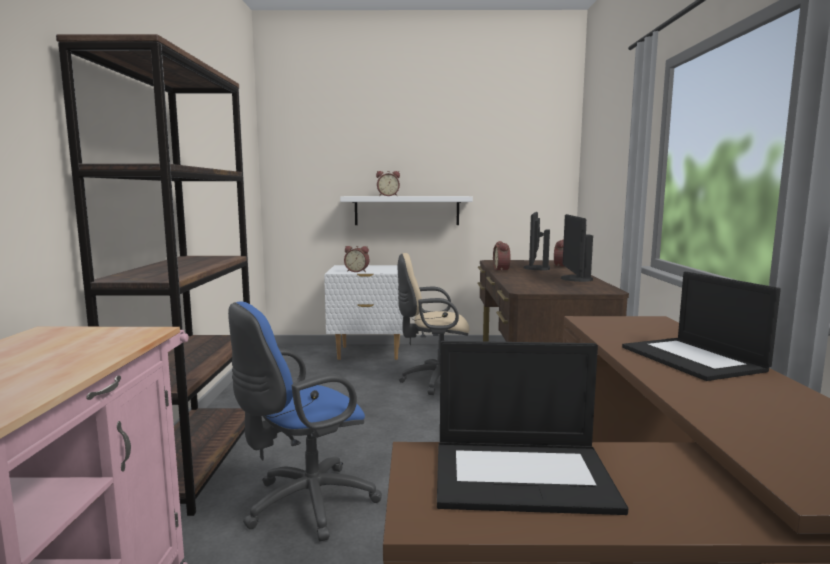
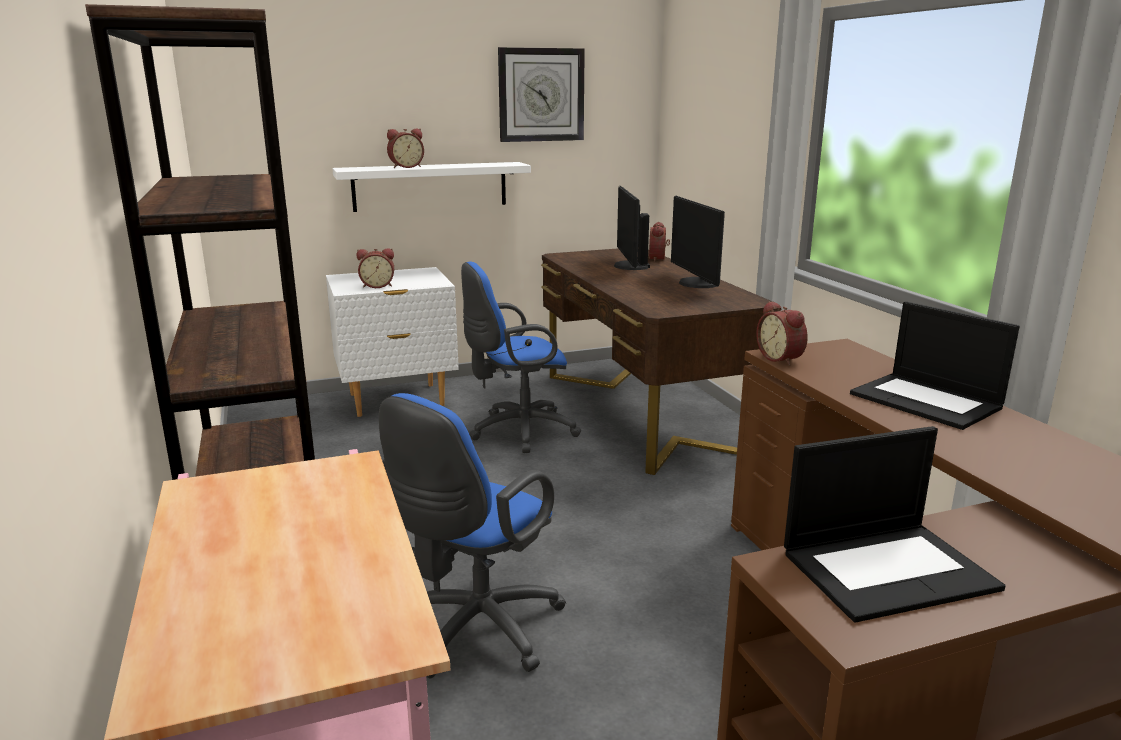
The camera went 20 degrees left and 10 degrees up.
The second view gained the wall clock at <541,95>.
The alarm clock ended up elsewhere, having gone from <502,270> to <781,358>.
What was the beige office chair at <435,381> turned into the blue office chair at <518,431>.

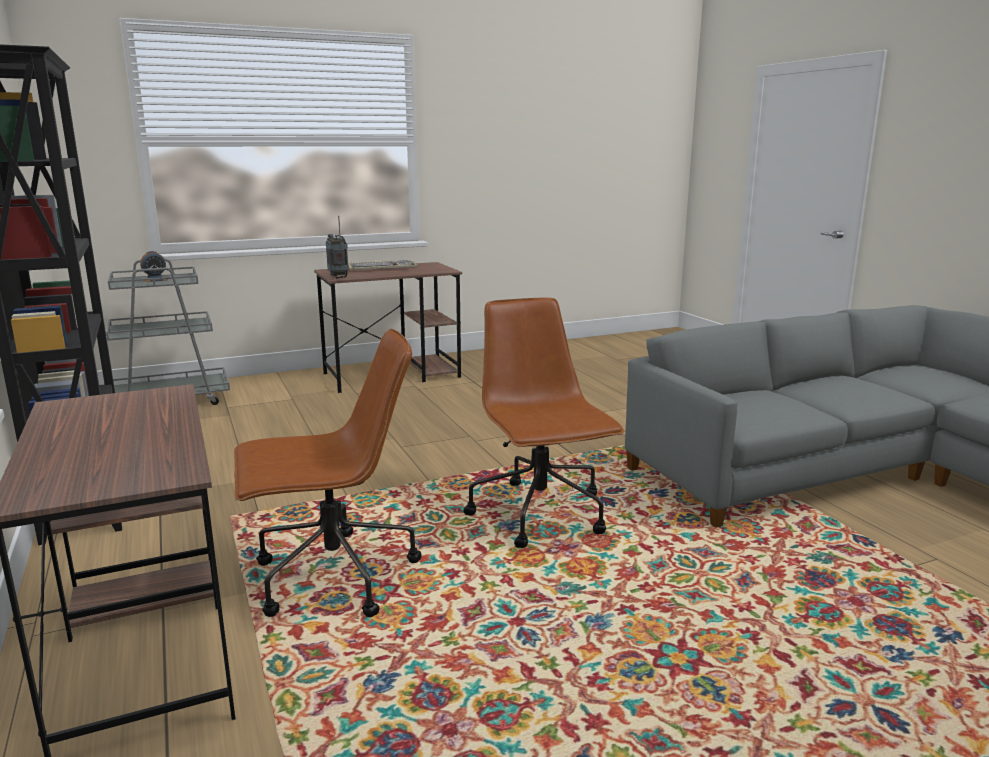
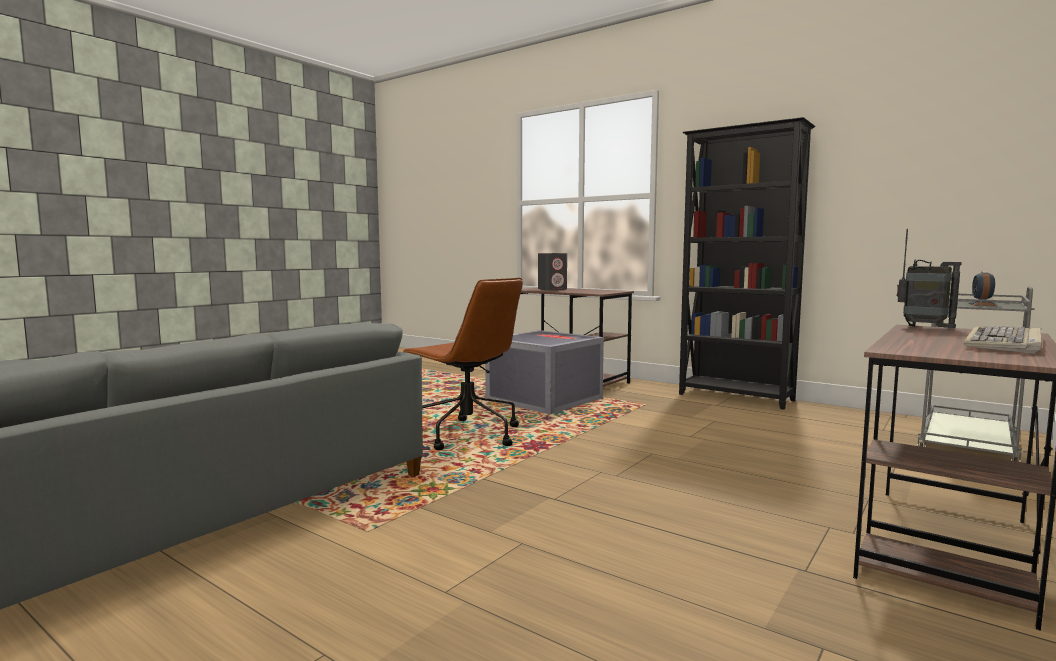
The camera went 150 degrees right and 10 degrees down.
The second view gained the grey speaker at <552,289>.
Where the brown office chair stood at <332,577>, the grey storage box came to stand at <542,400>.

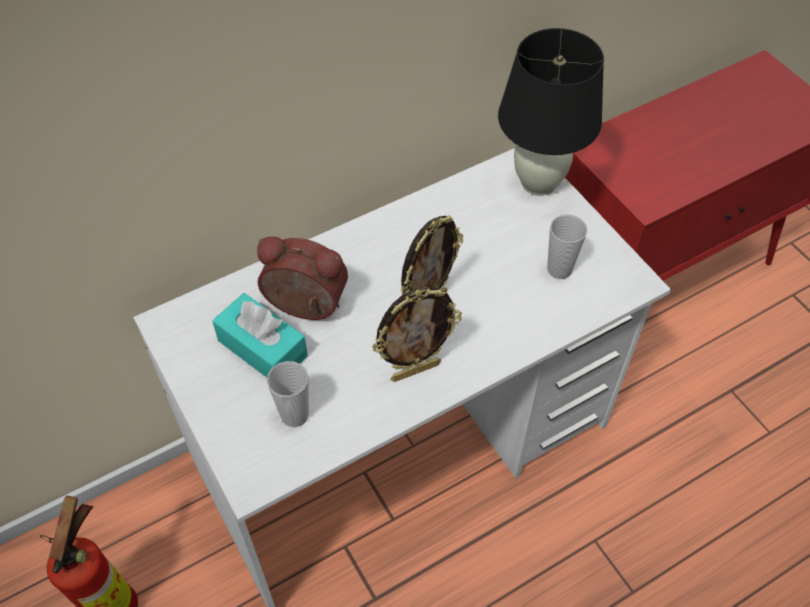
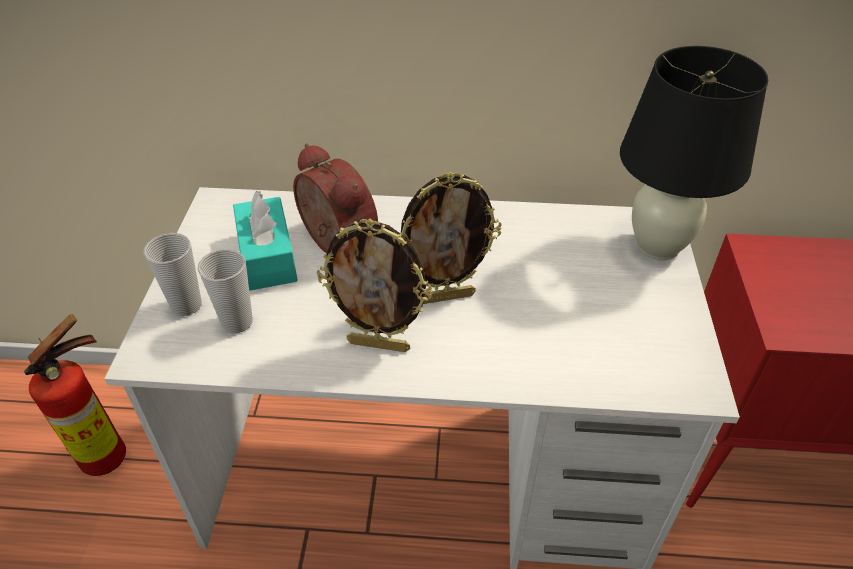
The camera went 35 degrees right and 10 degrees down.
The cup ended up elsewhere, having gone from <559,269> to <186,305>.

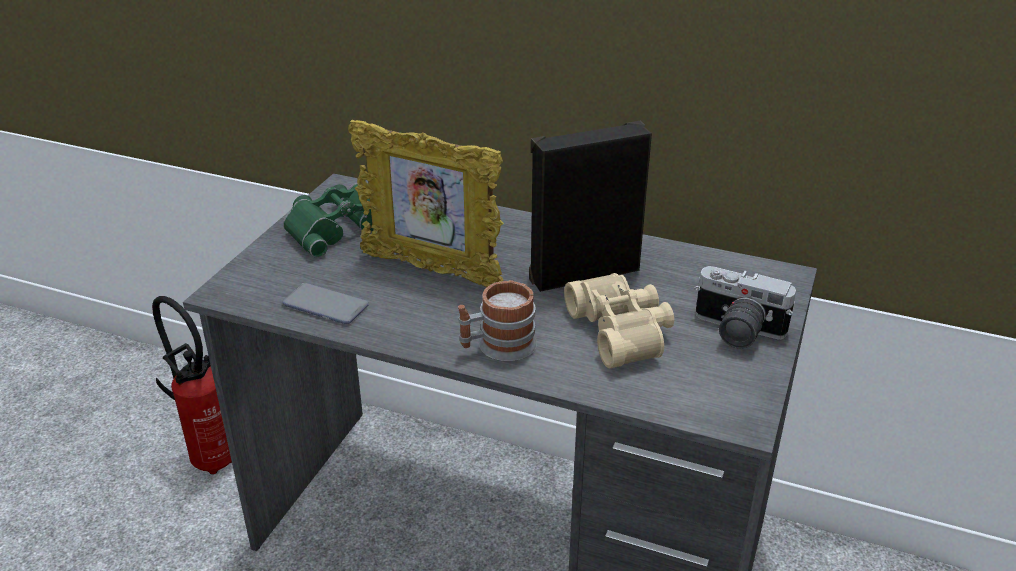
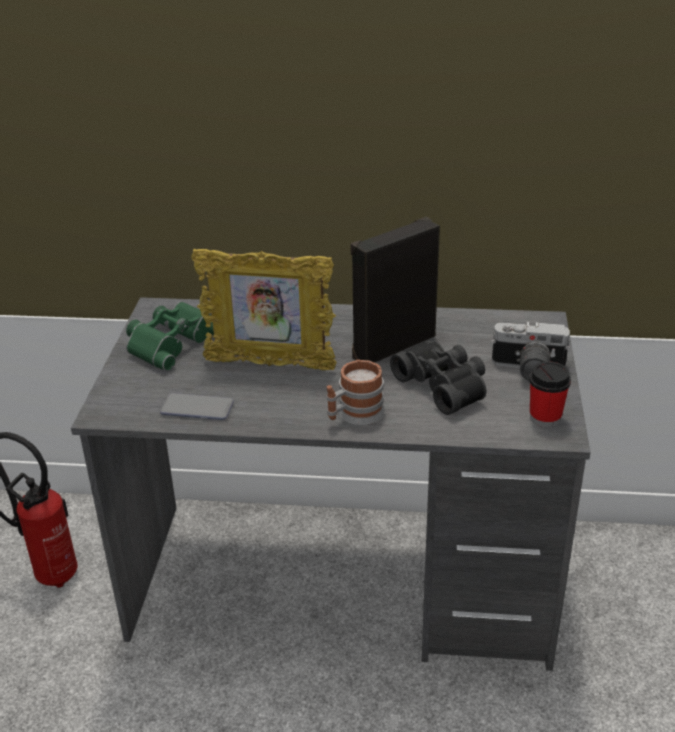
The camera went 15 degrees left and 0 degrees up.
The second view gained the cup at <545,417>.
What was the beige binoculars at <623,331> turned into the black binoculars at <444,385>.

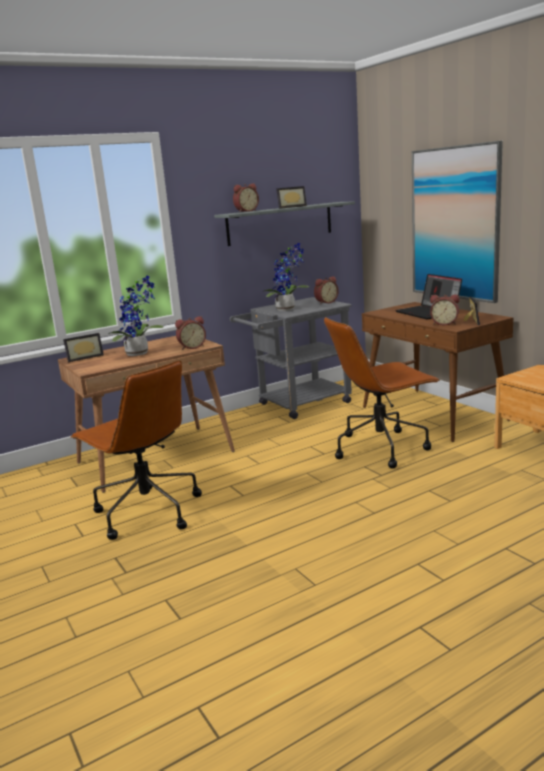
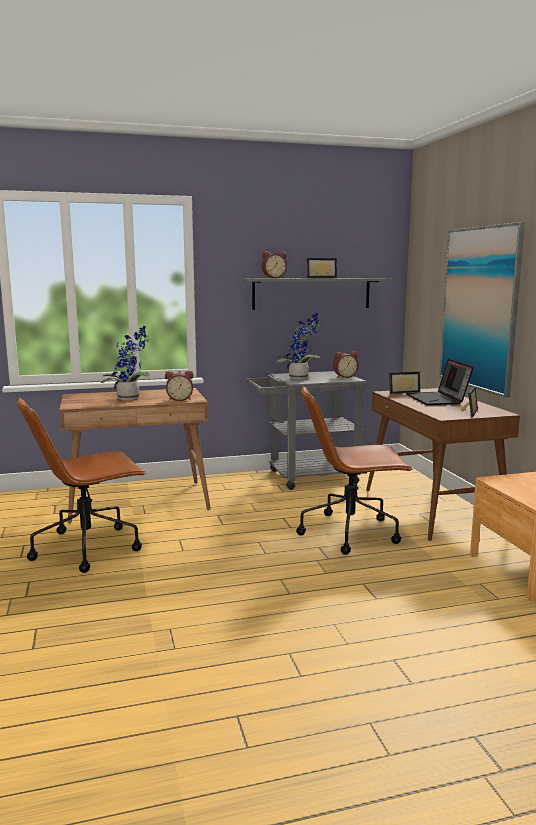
The camera went 15 degrees right and 5 degrees down.
The second view lost the alarm clock at <444,323>.
The picture frame ended up elsewhere, having gone from <84,357> to <402,392>.
The brown office chair at <146,512> ended up facing another way, 90 degrees clockwise from before.

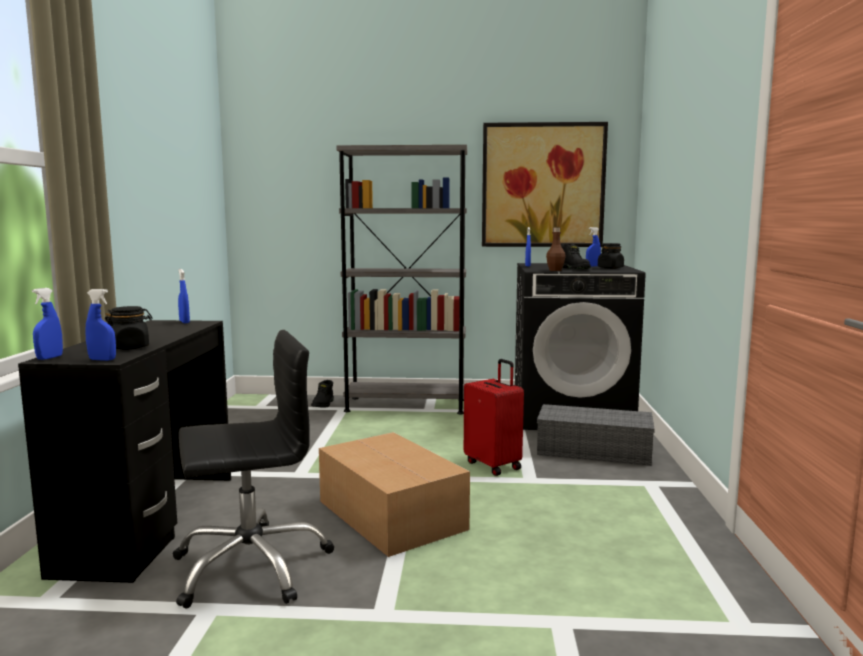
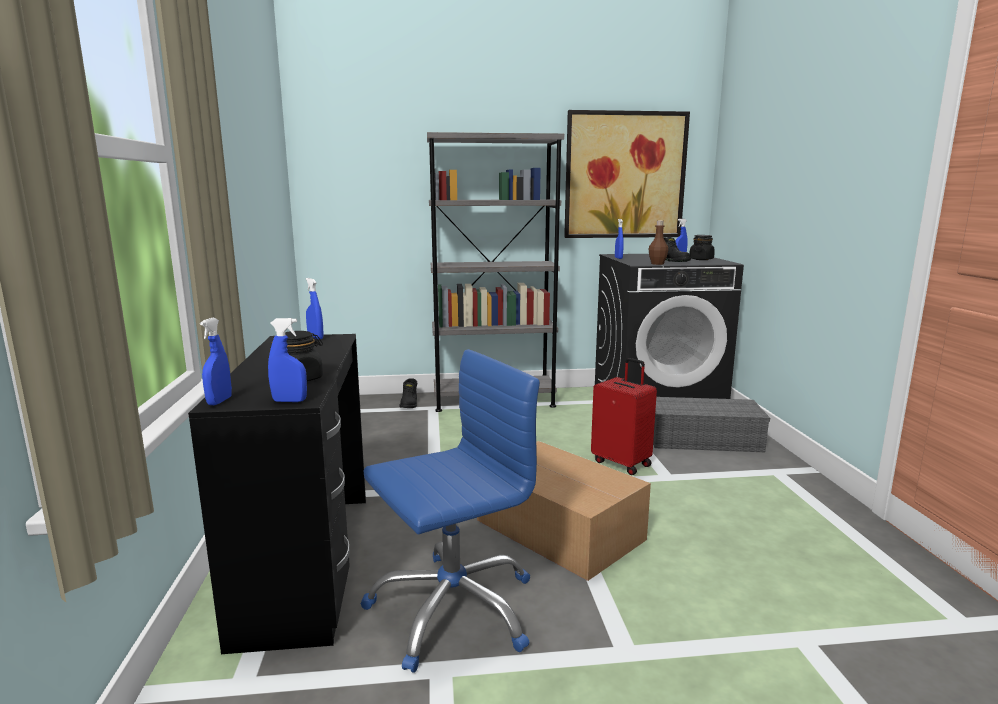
The camera went 10 degrees left and 5 degrees up.
What was the black office chair at <251,566> turned into the blue office chair at <452,608>.

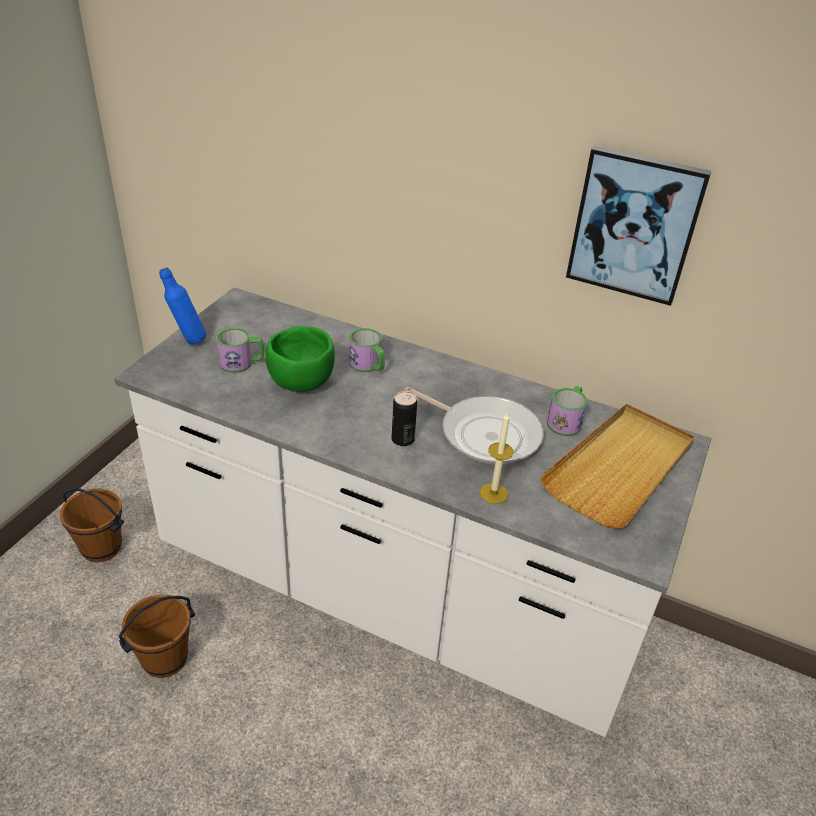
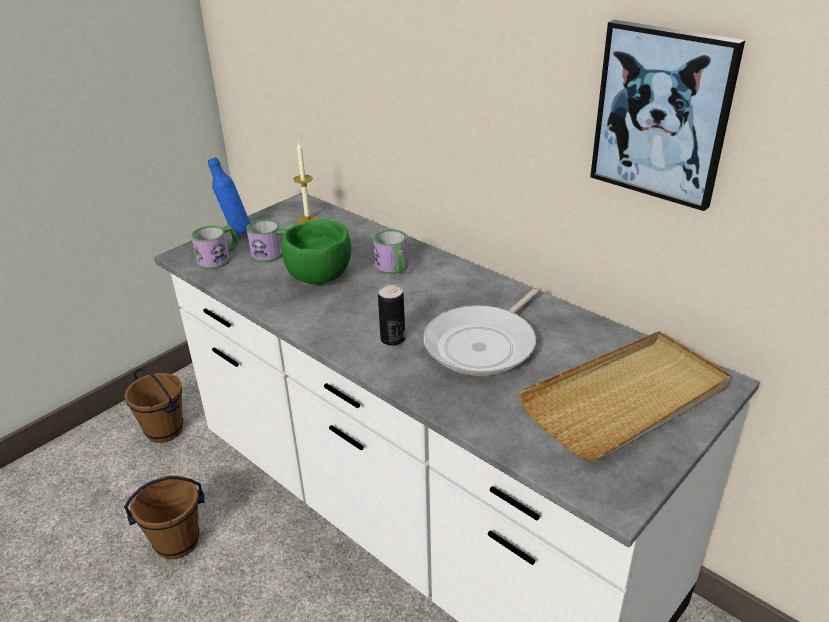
The camera went 20 degrees right and 5 degrees down.
The candle ended up elsewhere, having gone from <493,493> to <308,220>.
The mug ended up elsewhere, having gone from <566,421> to <219,258>.
The frying pan at <485,434> ended up facing another way, 75 degrees clockwise from before.

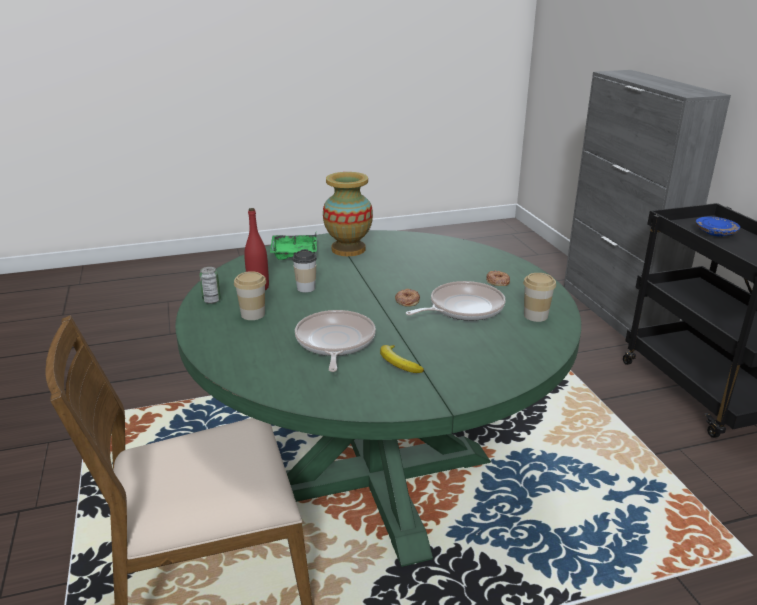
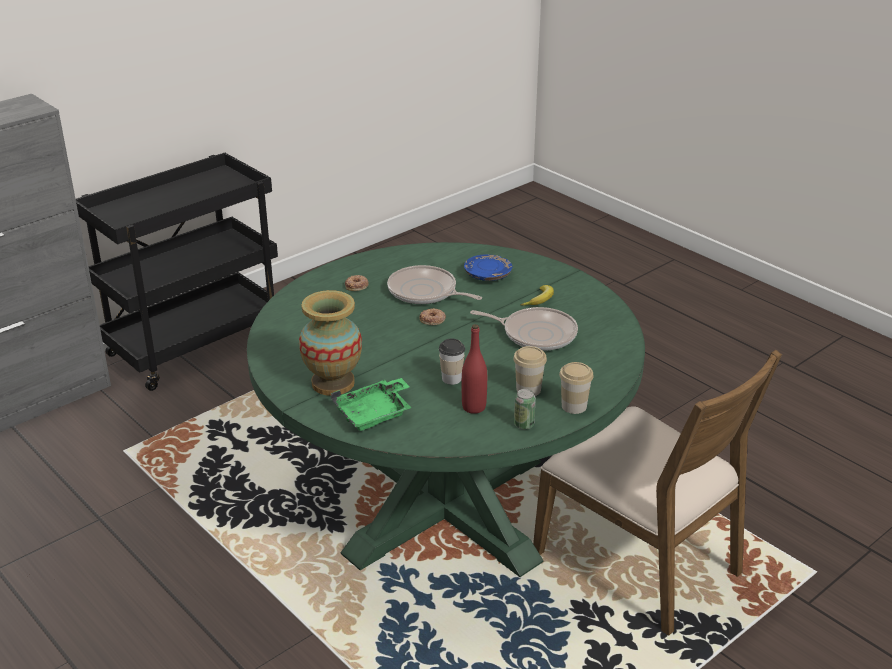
The camera went 115 degrees left and 5 degrees up.
The cup ended up elsewhere, having gone from <535,316> to <574,406>.
The blue plate ended up elsewhere, having gone from <715,233> to <487,275>.
The frying pan at <334,342> ended up facing another way, 135 degrees counterclockwise from before.

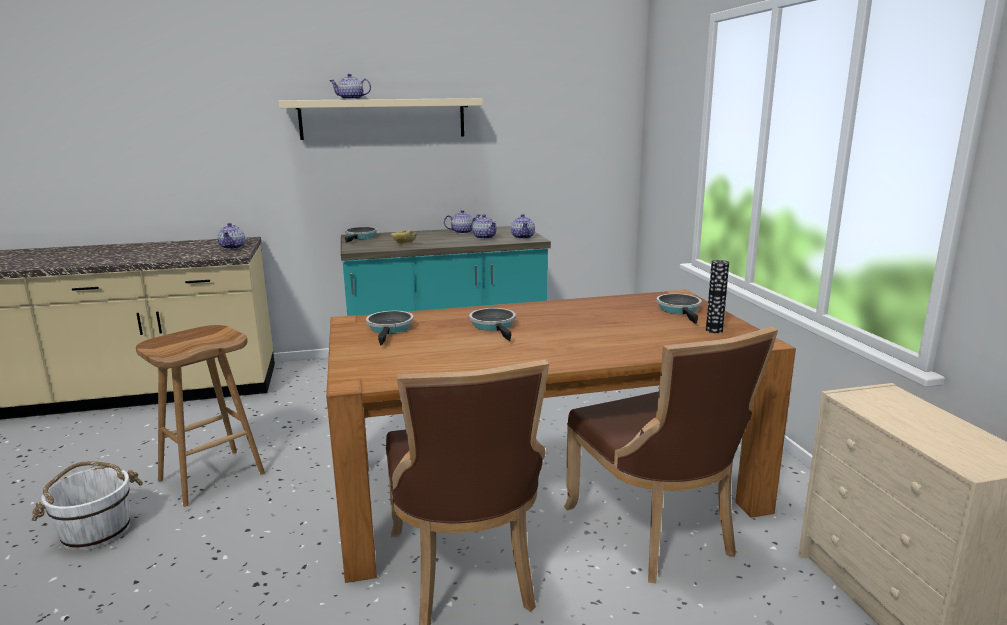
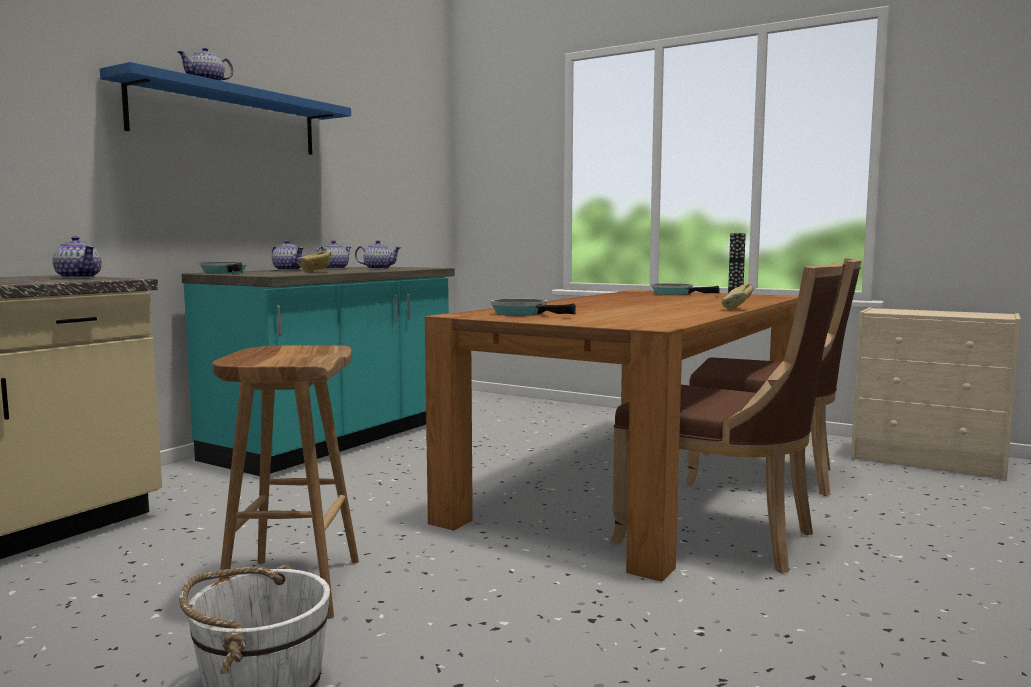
The camera went 45 degrees left and 10 degrees down.
The second view lost the frying pan at <494,326>.
The second view gained the bread at <737,309>.
The teapot ended up elsewhere, having gone from <523,237> to <288,270>.
What was the beige shelf at <383,119> turned into the blue shelf at <227,118>.

